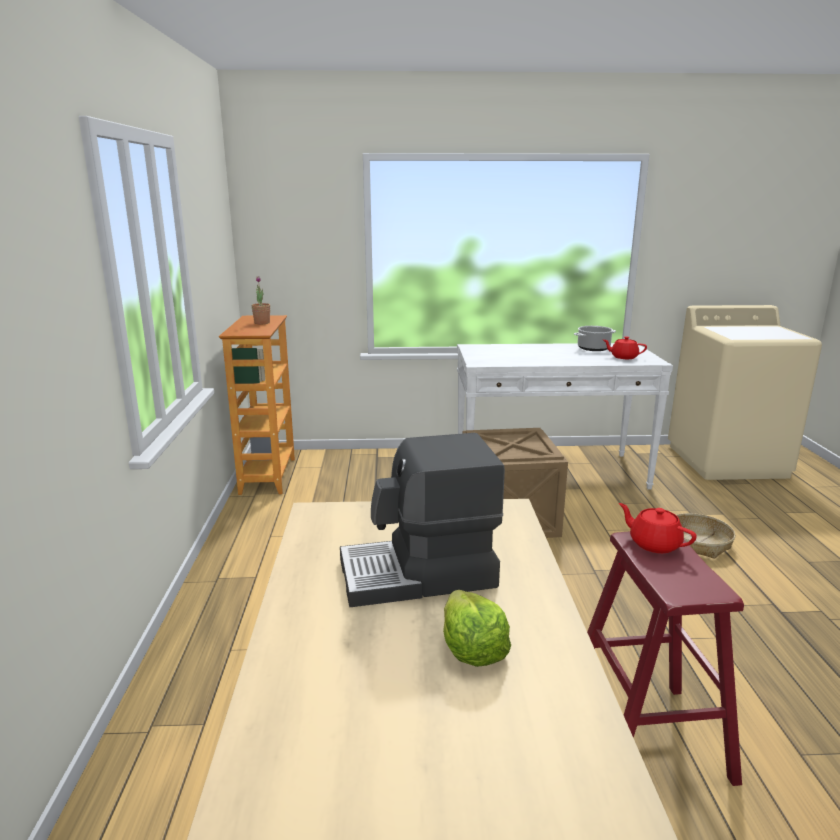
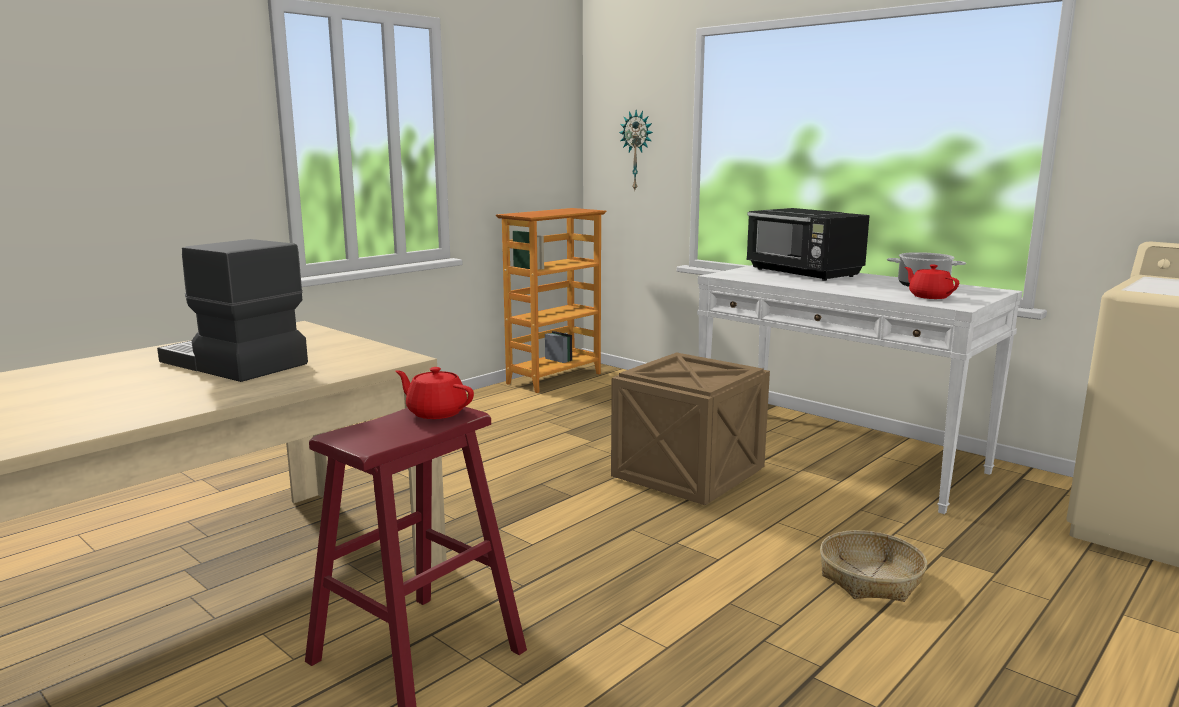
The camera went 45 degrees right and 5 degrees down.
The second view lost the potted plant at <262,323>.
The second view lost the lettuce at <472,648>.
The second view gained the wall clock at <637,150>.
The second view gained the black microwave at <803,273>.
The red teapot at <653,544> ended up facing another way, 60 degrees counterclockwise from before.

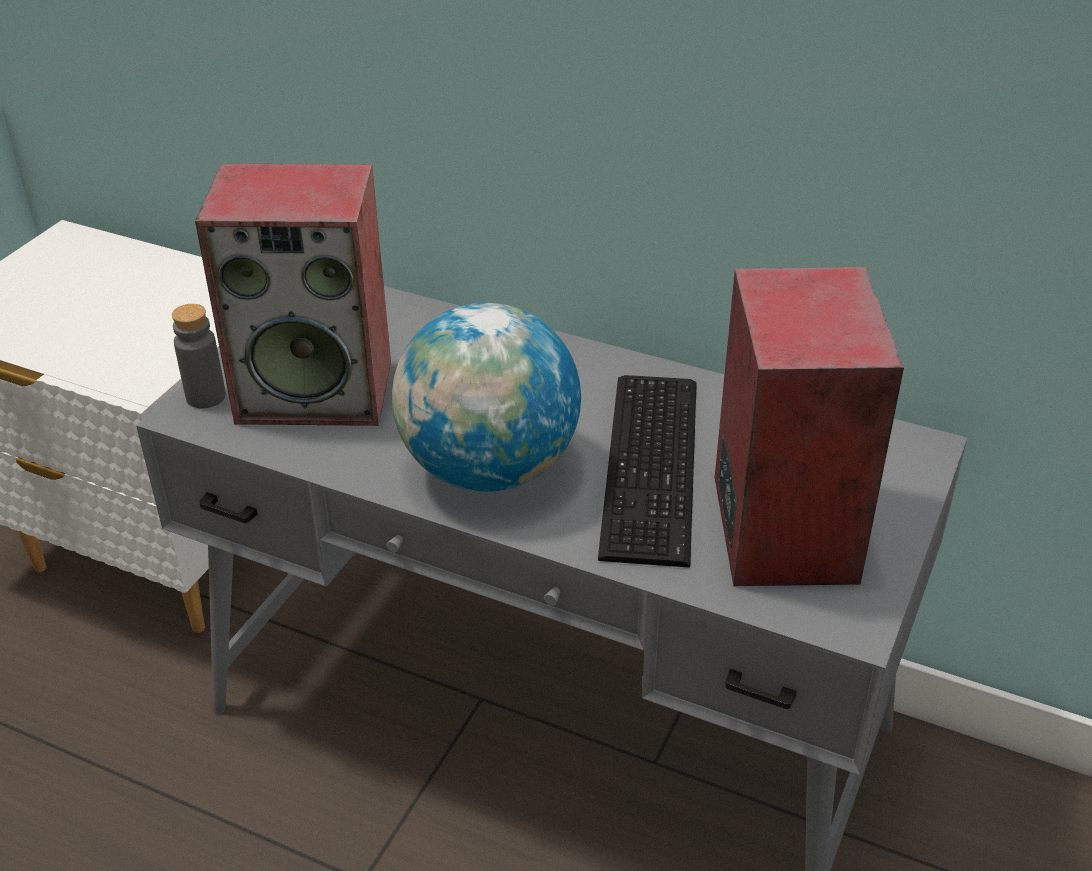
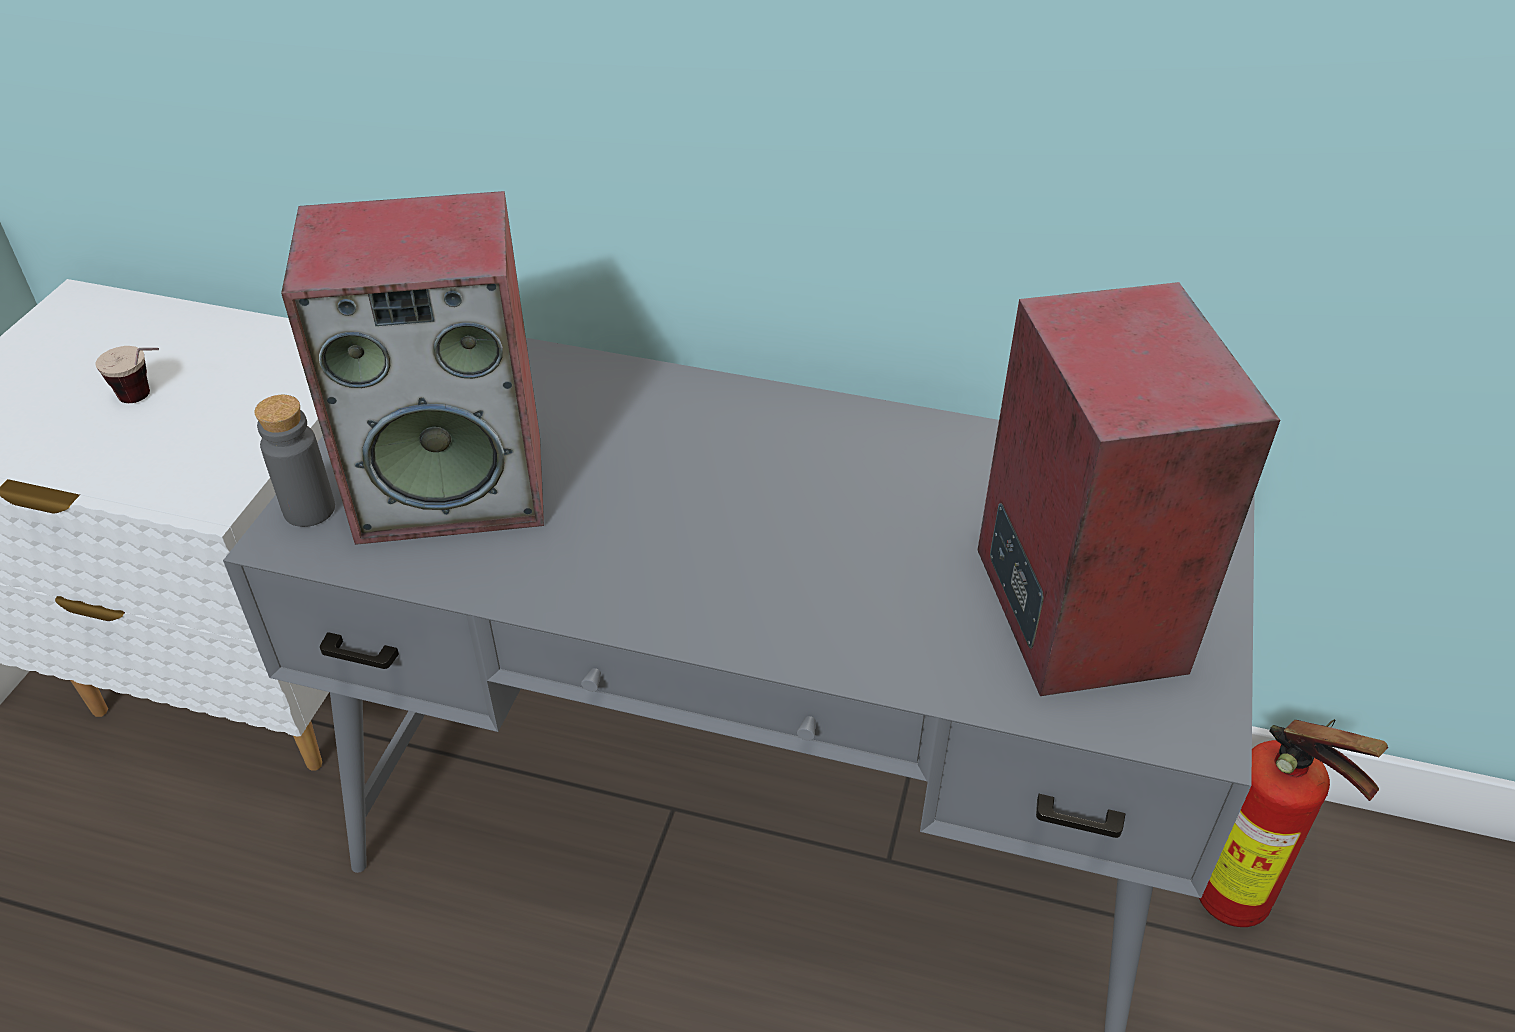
The camera went 10 degrees left and 5 degrees up.
The second view lost the globe at <489,469>.
The second view lost the keyboard at <656,464>.
The second view gained the cup at <149,399>.
The second view gained the fire extinguisher at <1242,906>.

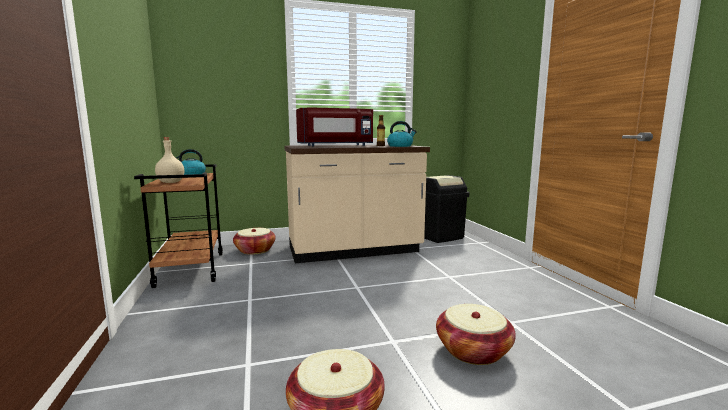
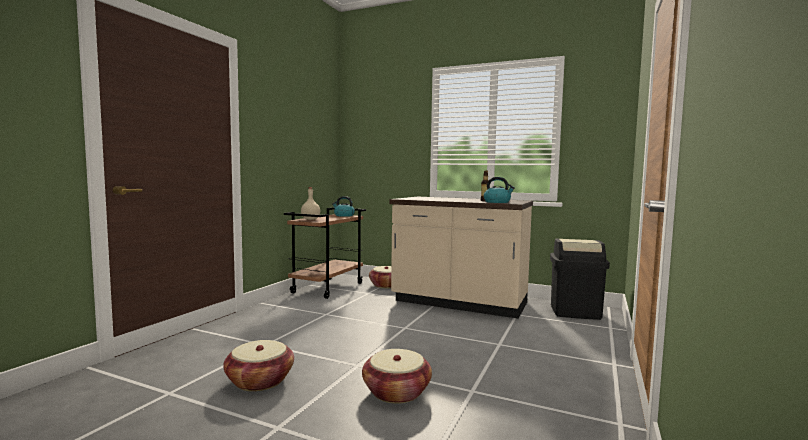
The camera went 40 degrees right and 5 degrees down.
The second view lost the red microwave at <336,145>.

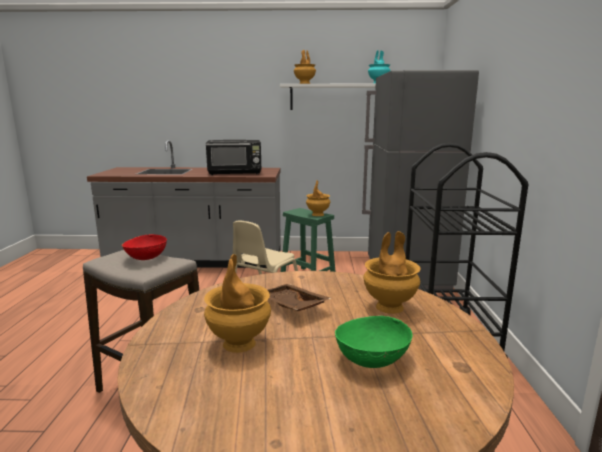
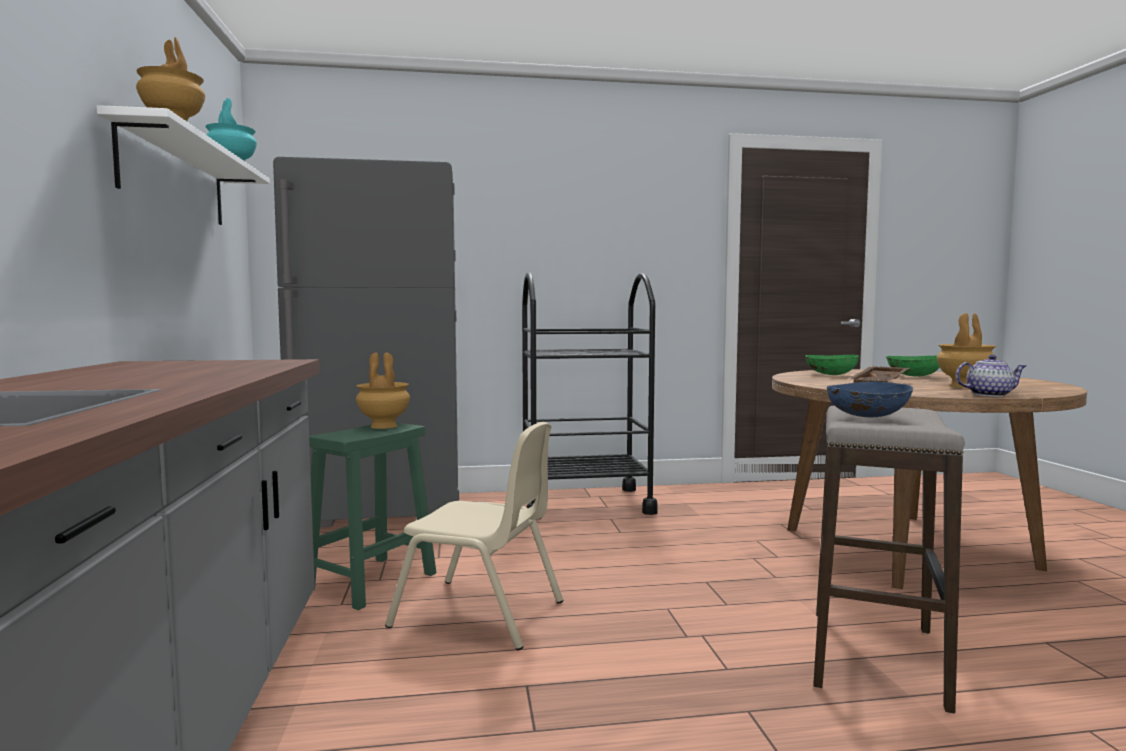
The camera went 100 degrees left and 10 degrees down.
The second view lost the black microwave at <235,173>.
The second view gained the teapot at <990,395>.
Where the brown vase stood at <390,307>, the green bowl came to stand at <830,375>.
What was the red bowl at <146,258> turned into the blue bowl at <868,417>.

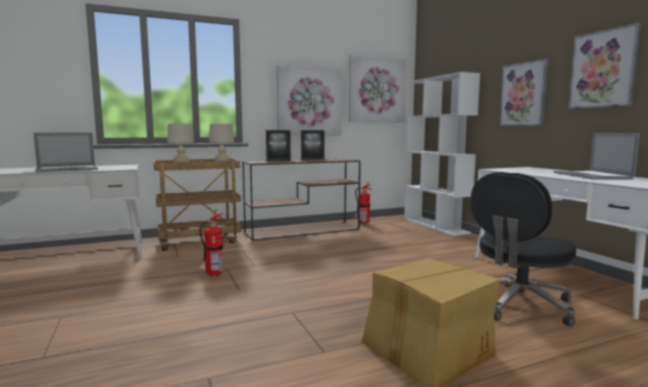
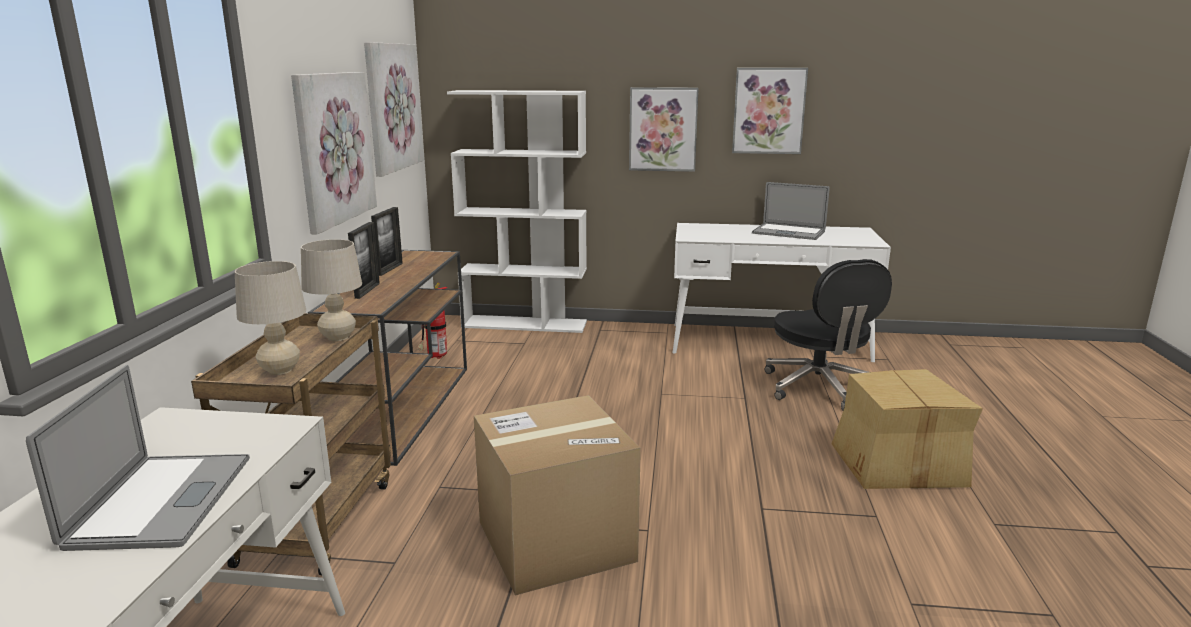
The camera went 60 degrees left and 10 degrees up.
Where the fire extinguisher stood at <213,275>, the cardboard box came to stand at <555,541>.

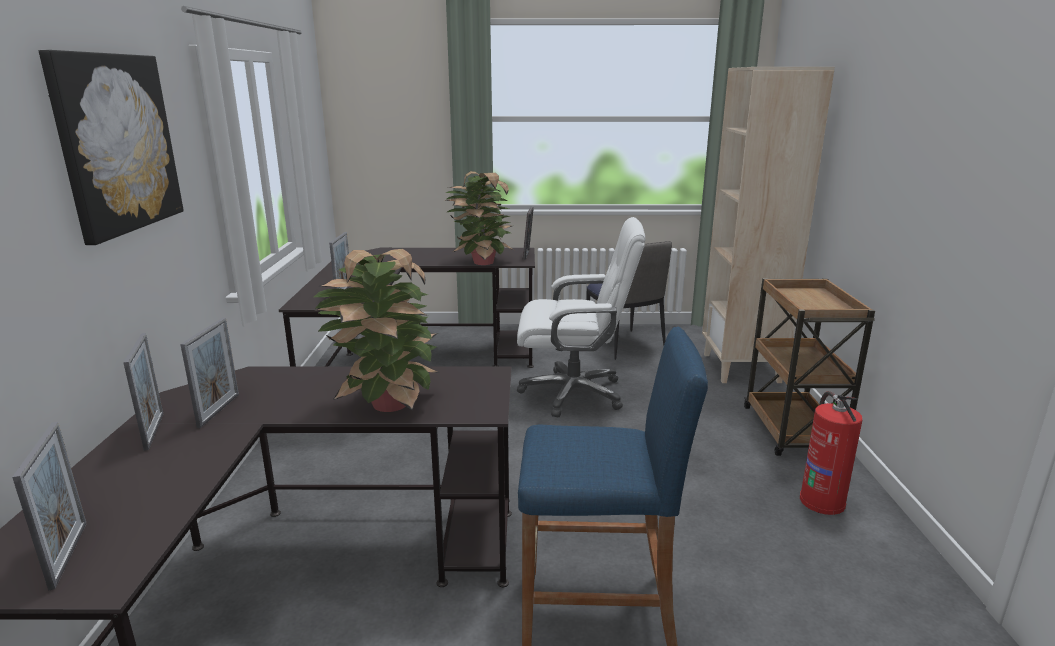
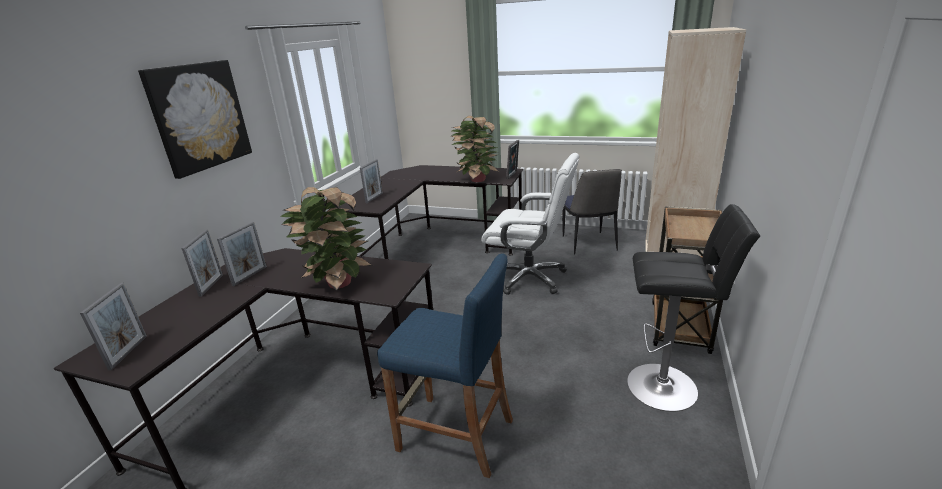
The camera went 20 degrees right and 5 degrees up.
Where the fire extinguisher stood at <821,500>, the black stool came to stand at <667,387>.

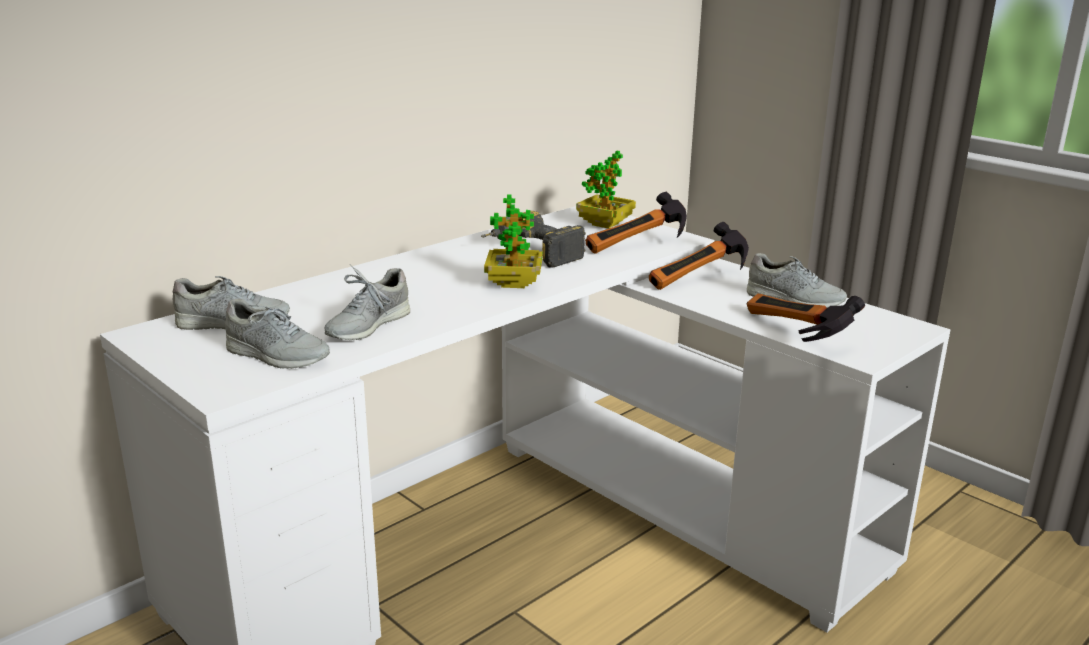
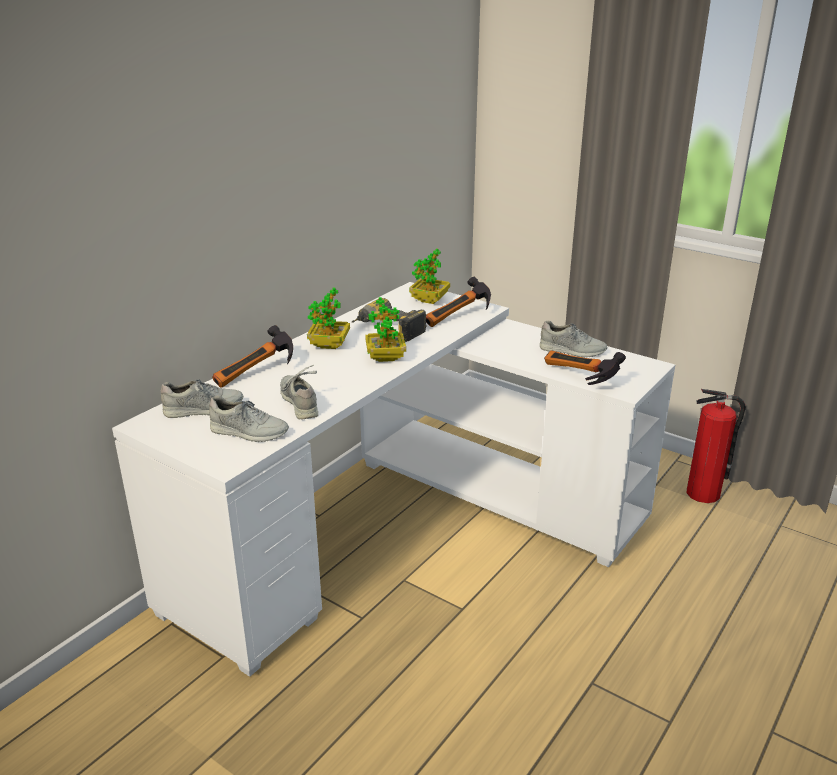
The camera went 10 degrees left and 5 degrees up.
The second view gained the potted plant at <329,345>.
The second view gained the fire extinguisher at <704,493>.
The hammer ended up elsewhere, having gone from <701,280> to <258,374>.
The grey shoe at <367,325> ended up facing another way, 135 degrees clockwise from before.

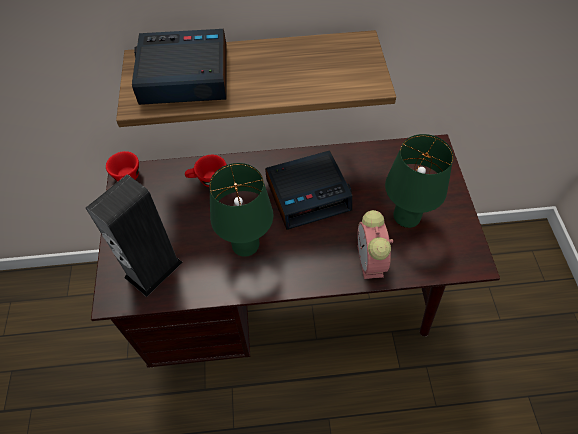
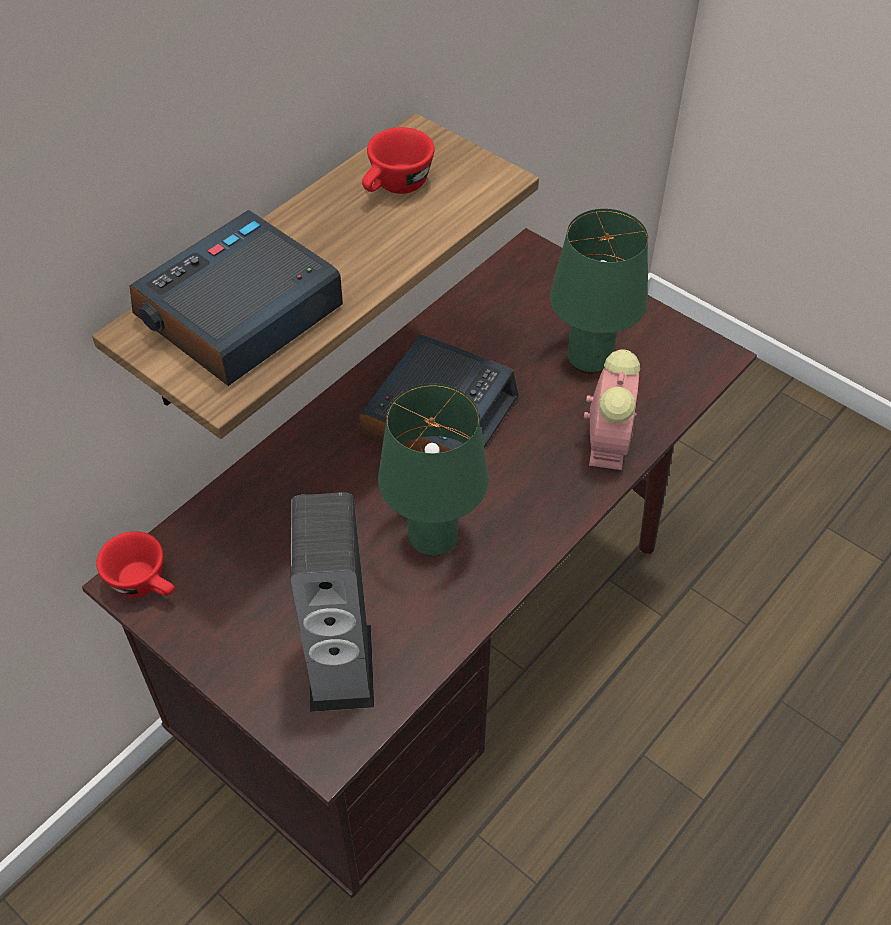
The camera went 45 degrees left and 5 degrees down.
The red cup ended up elsewhere, having gone from <208,180> to <396,187>.
The alarm clock at <371,262> ended up facing another way, 120 degrees counterclockwise from before.

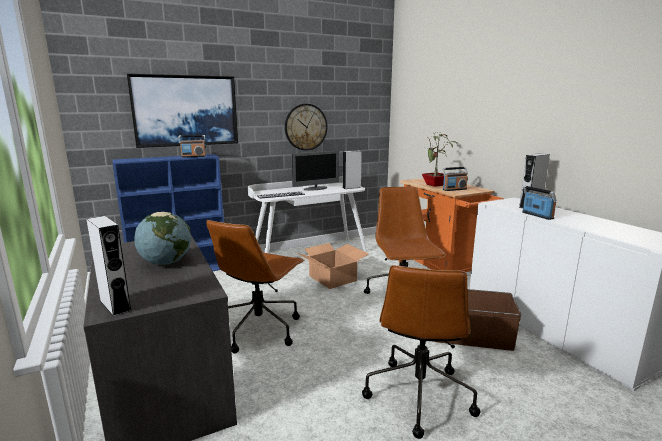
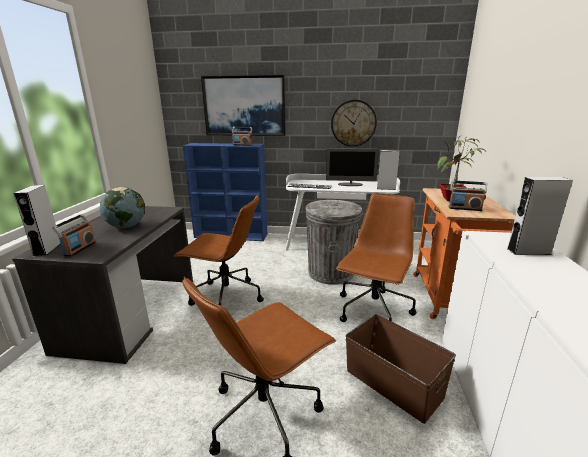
The camera went 35 degrees right and 5 degrees up.
The radio ended up elsewhere, having gone from <537,215> to <79,249>.
Where the cardboard box stood at <333,278>, the grey trash can came to stand at <331,273>.
The brown office chair at <260,329> ended up facing another way, 135 degrees counterclockwise from before.

